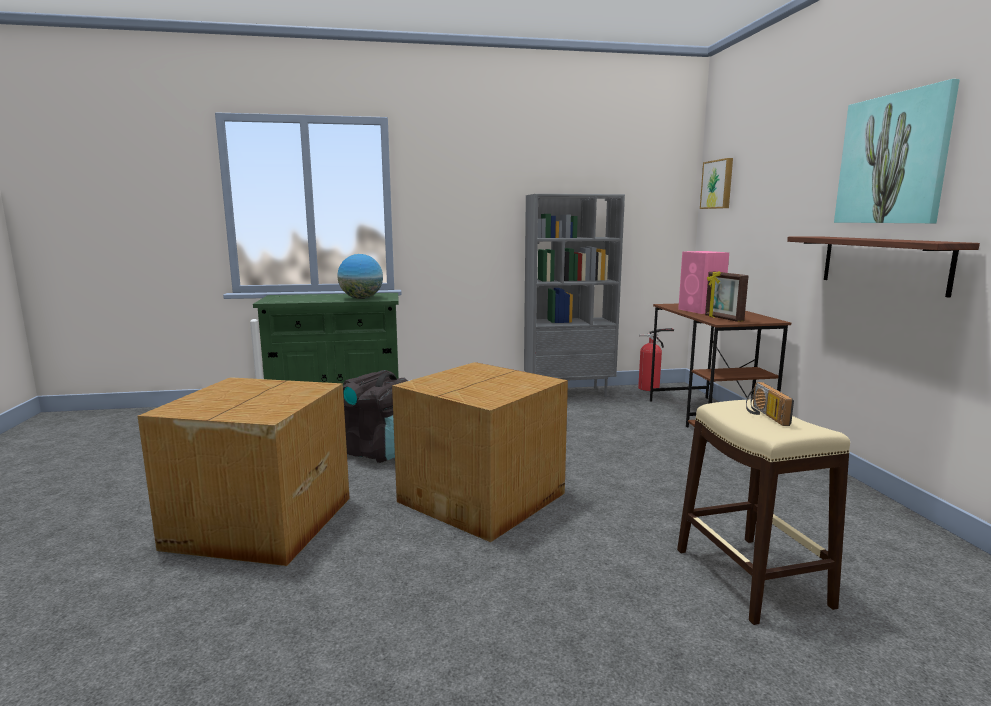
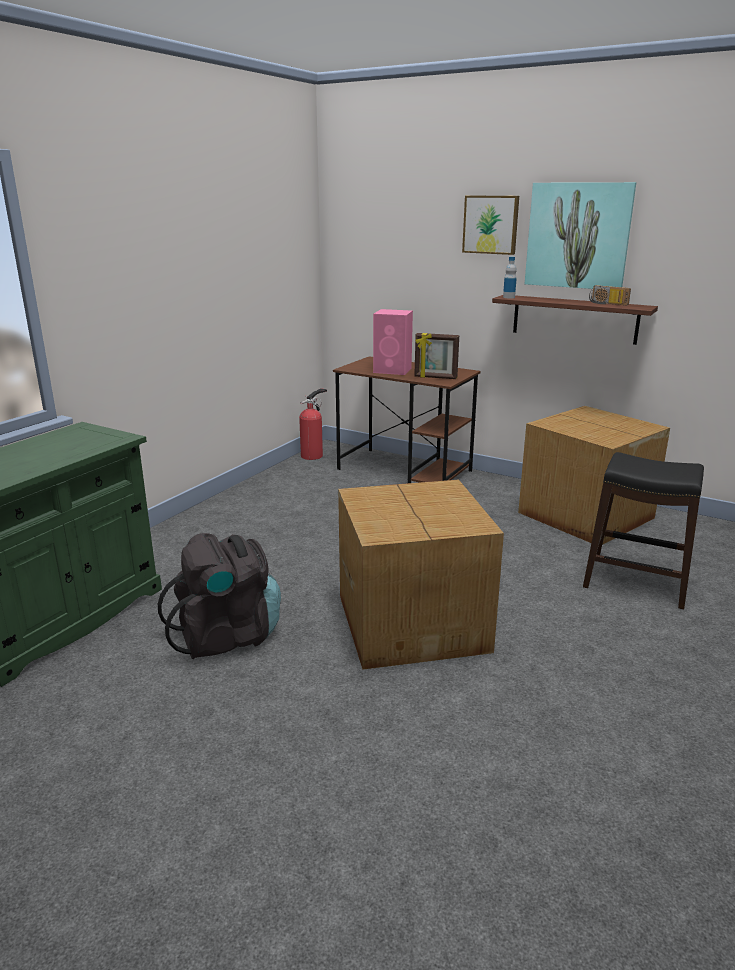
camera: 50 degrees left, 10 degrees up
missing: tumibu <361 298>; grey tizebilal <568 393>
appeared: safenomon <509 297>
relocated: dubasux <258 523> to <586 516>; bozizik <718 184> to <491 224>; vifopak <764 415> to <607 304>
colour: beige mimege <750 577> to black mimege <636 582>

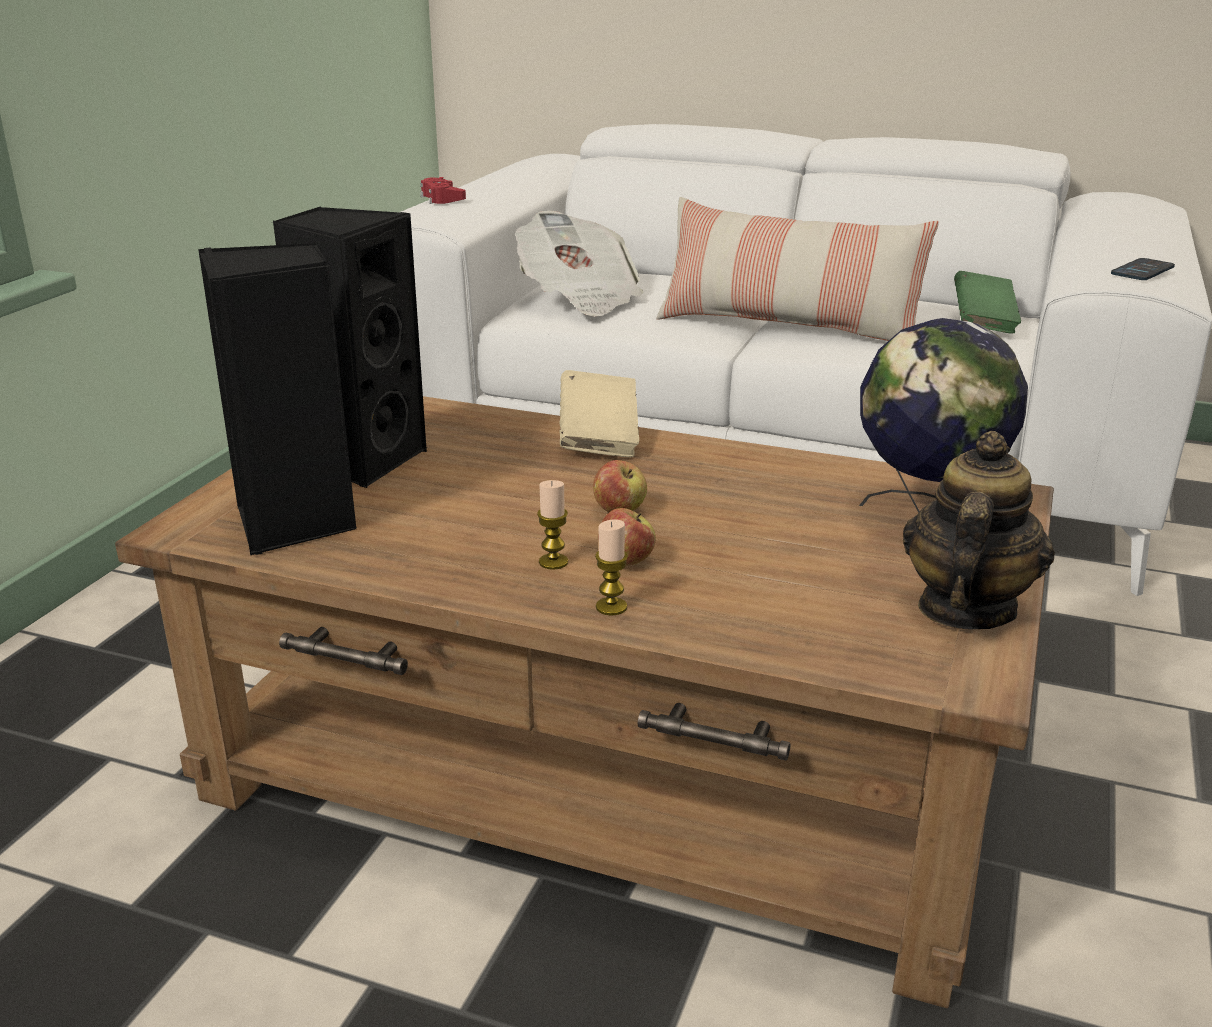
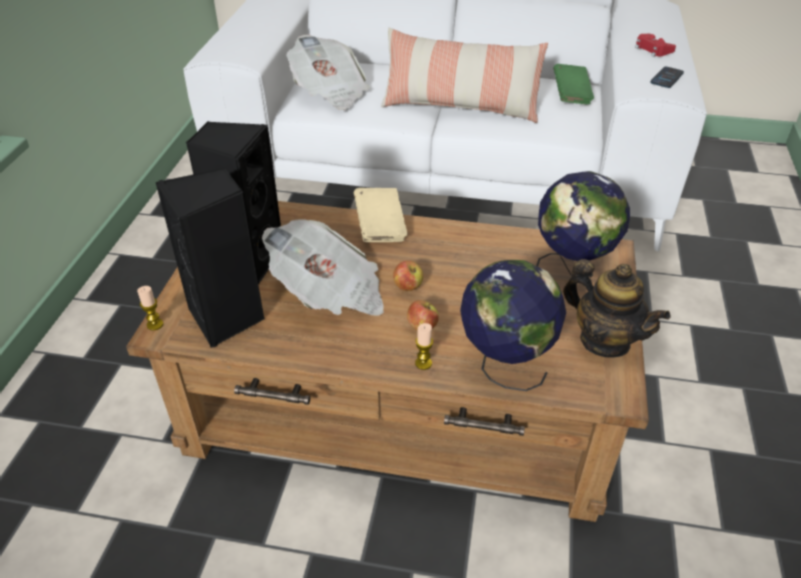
camera: 10 degrees left, 15 degrees up
appeared: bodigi <330 294>; tumibu <504 366>
relocated: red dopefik <442 198> to <652 49>; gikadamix <553 562> to <155 324>
spun: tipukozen <965 608> = <604 341> 120 degrees clockwise

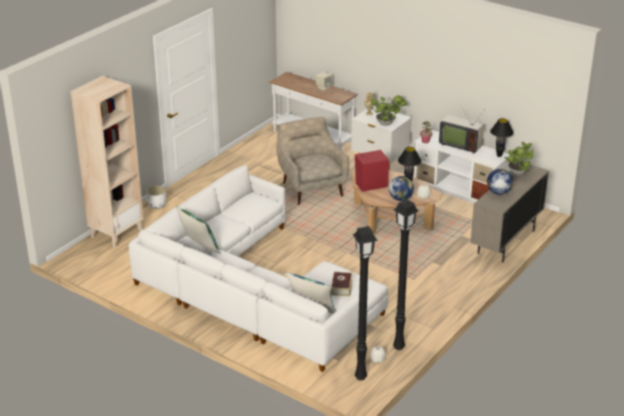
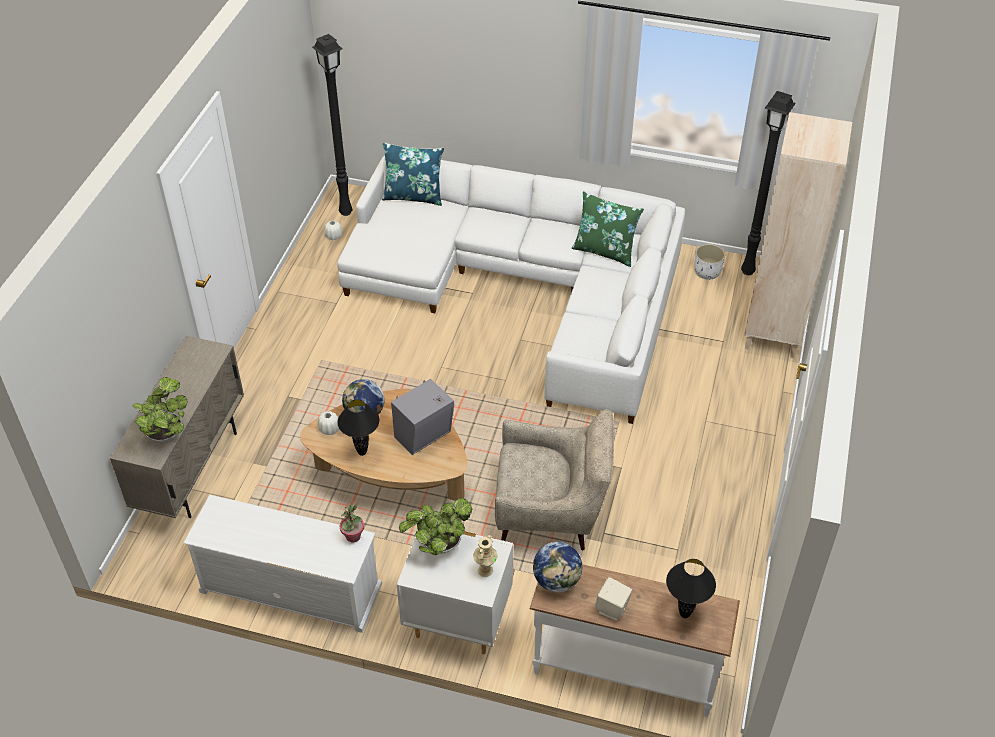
camera: 160 degrees right, 15 degrees up
missing: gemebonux <341 287>; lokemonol <460 145>
relocated: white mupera <156 205> to <707 272>; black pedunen <397 347> to <749 271>; tumibu <498 192> to <557 580>; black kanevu <499 155> to <684 614>
colour: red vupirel <370 184> to grey vupirel <425 435>
spun: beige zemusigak <311 187> = <551 514> 45 degrees counterclockwise

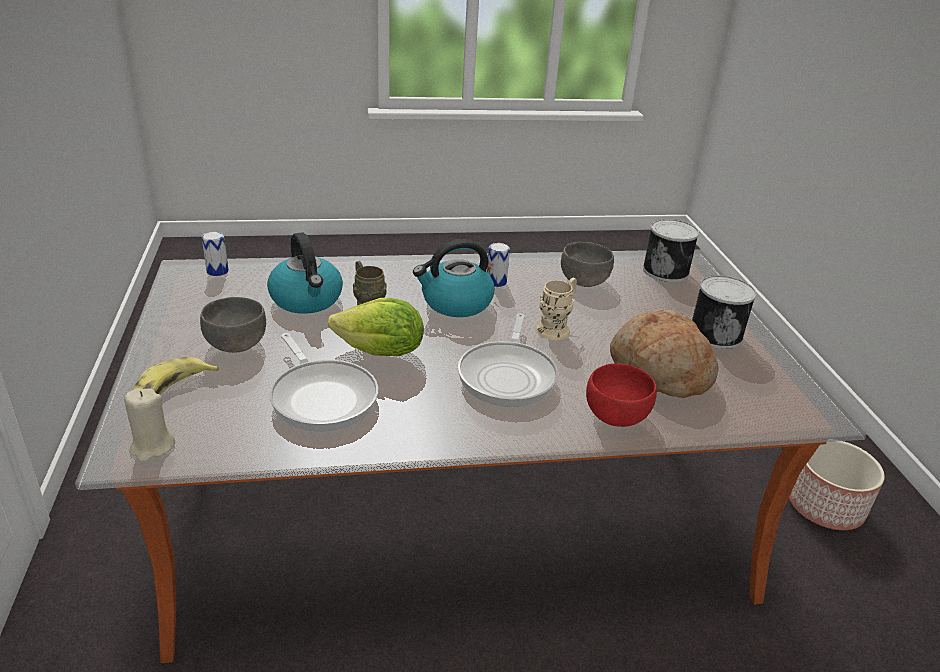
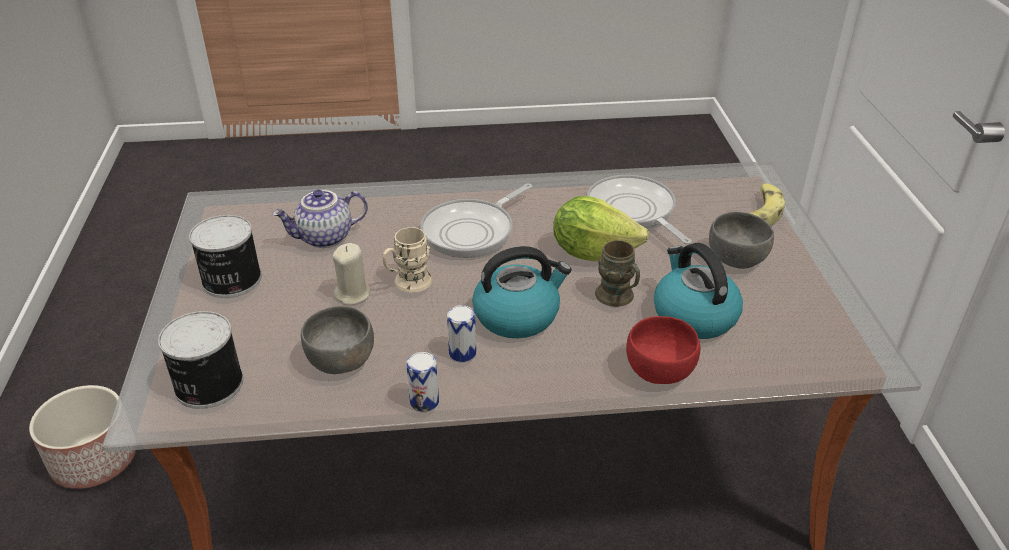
camera: 175 degrees left, 5 degrees up
relocated: beige gikadamix <152 447> to <353 294>; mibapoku <217 271> to <424 401>; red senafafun <615 415> to <660 370>
exchanged: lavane <660 370> to tipukozen <325 238>
spun: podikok <508 375> = <472 231> 150 degrees counterclockwise

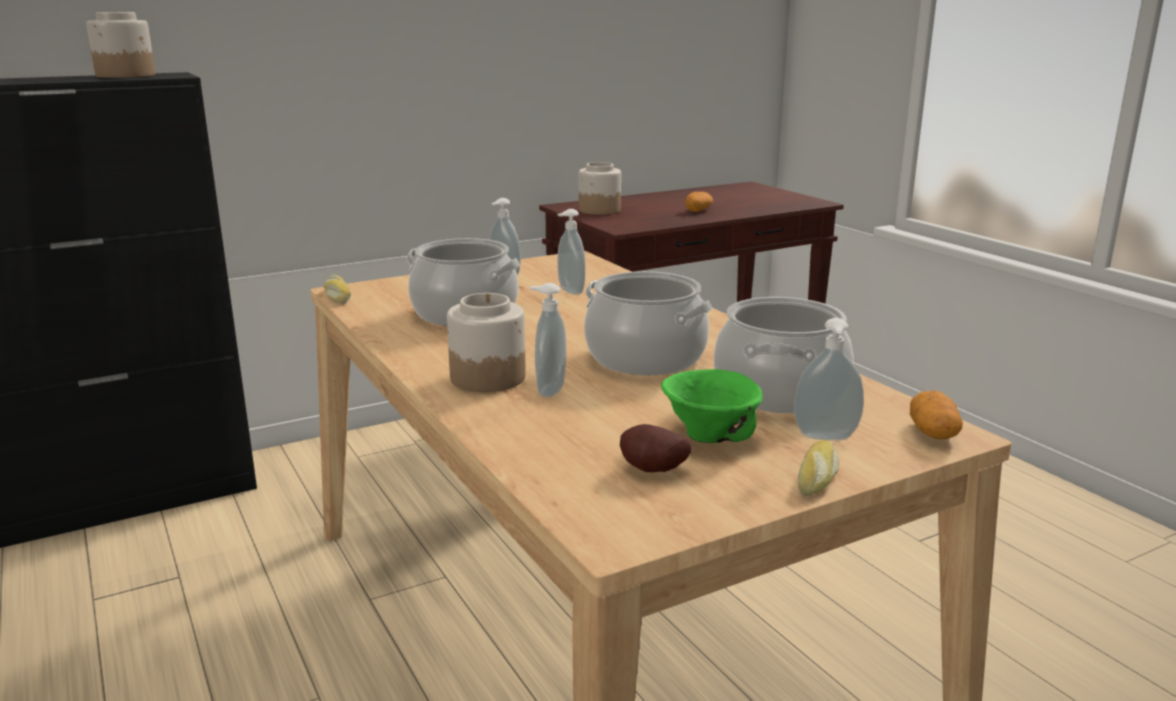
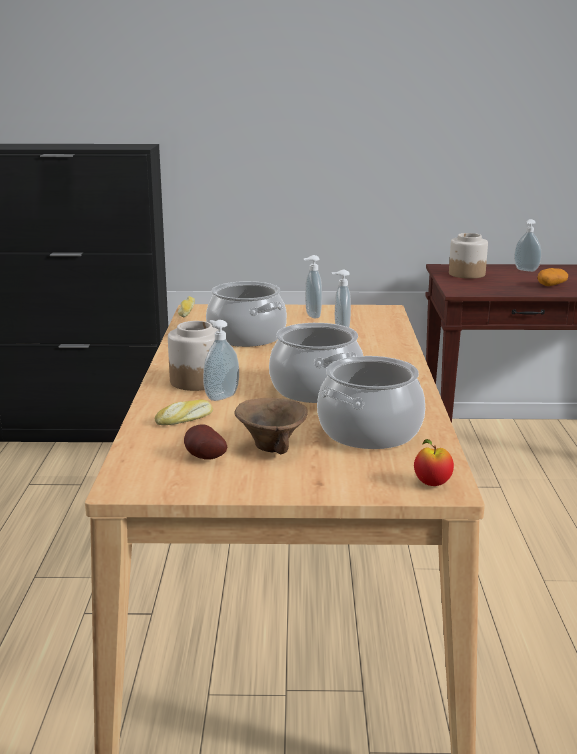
camera: 30 degrees right, 0 degrees up
missing: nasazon <126 75>
relocated: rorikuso <825 438> to <525 270>; lavane <818 477> to <185 419>
exchanged: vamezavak <932 433> to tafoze <432 484>
colour: green senafafun <707 437> to brown senafafun <270 447>

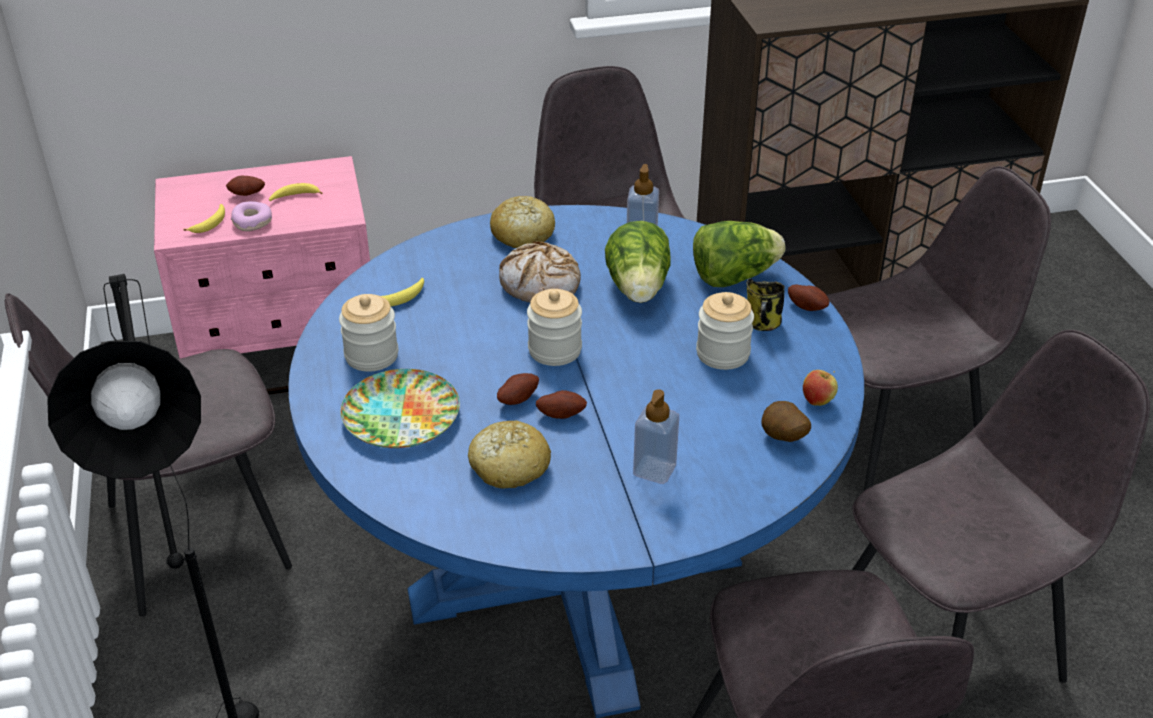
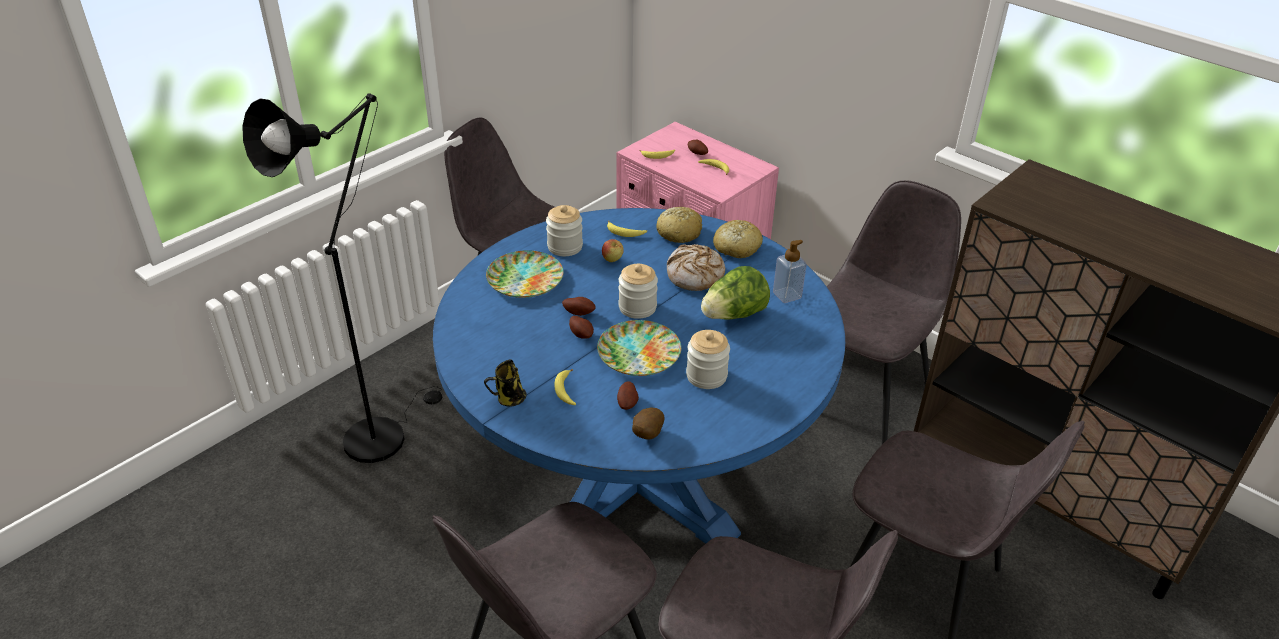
camera: 55 degrees right, 0 degrees up
missing: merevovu <252 222>; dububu <734 277>
appeared: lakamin <638 353>
relocated: lavane <508 466> to <679 232>; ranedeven <763 324> to <509 399>; vamezavak <807 307> to <628 403>; tafoze <818 401> to <612 260>
exchanged: rorikuso <654 470> to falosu <565 391>

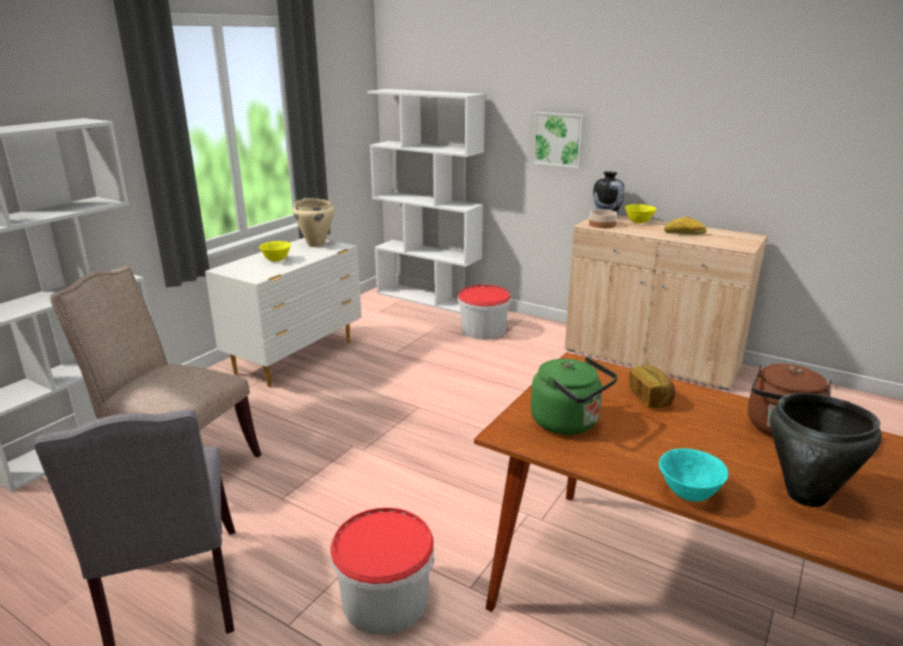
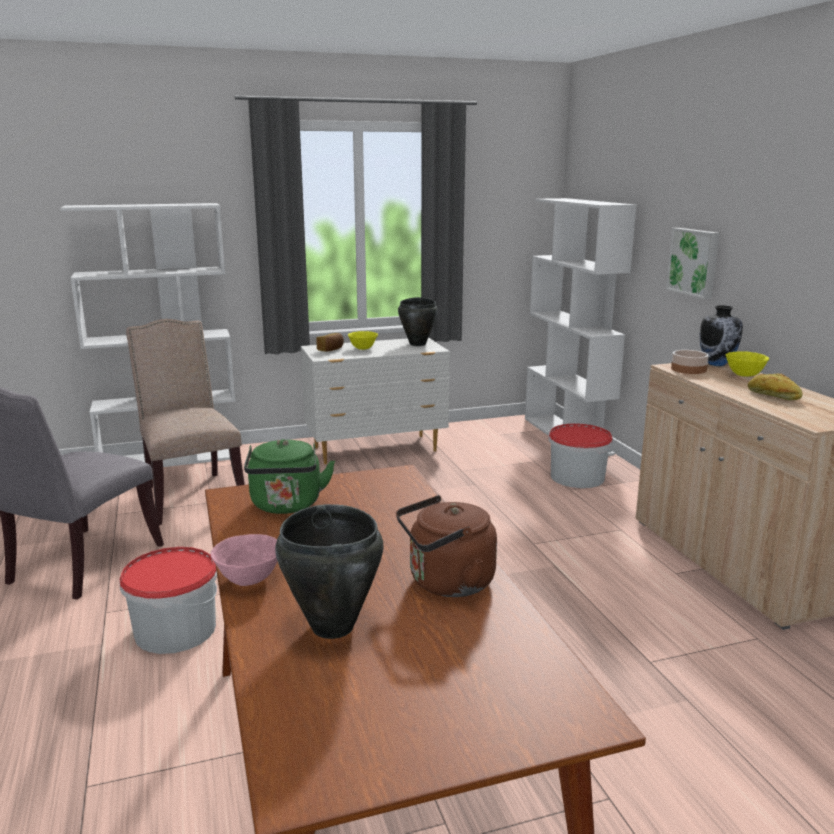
camera: 40 degrees right, 5 degrees down
relocated: lavane <650 398> to <331 350>
colour: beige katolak <316 244> to black katolak <418 344>; turquoise senafafun <688 493> to pink senafafun <248 579>

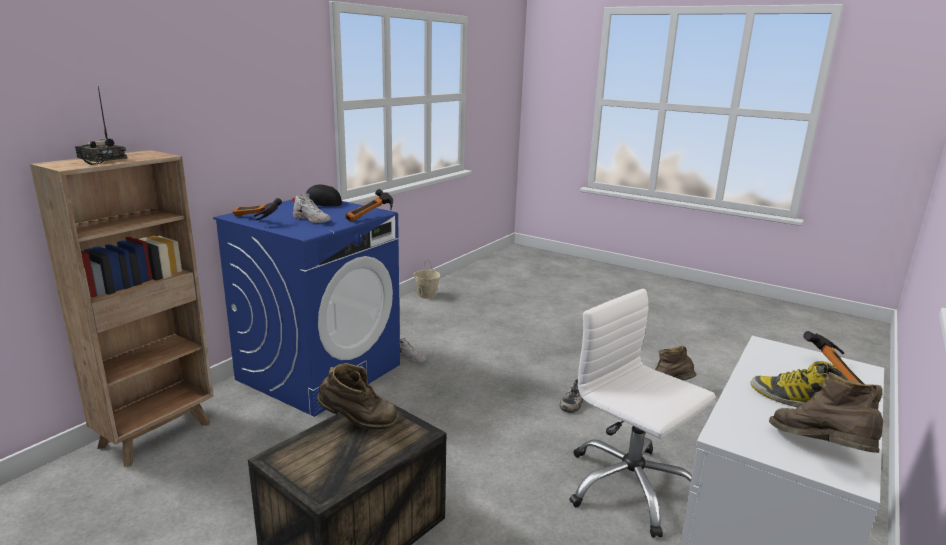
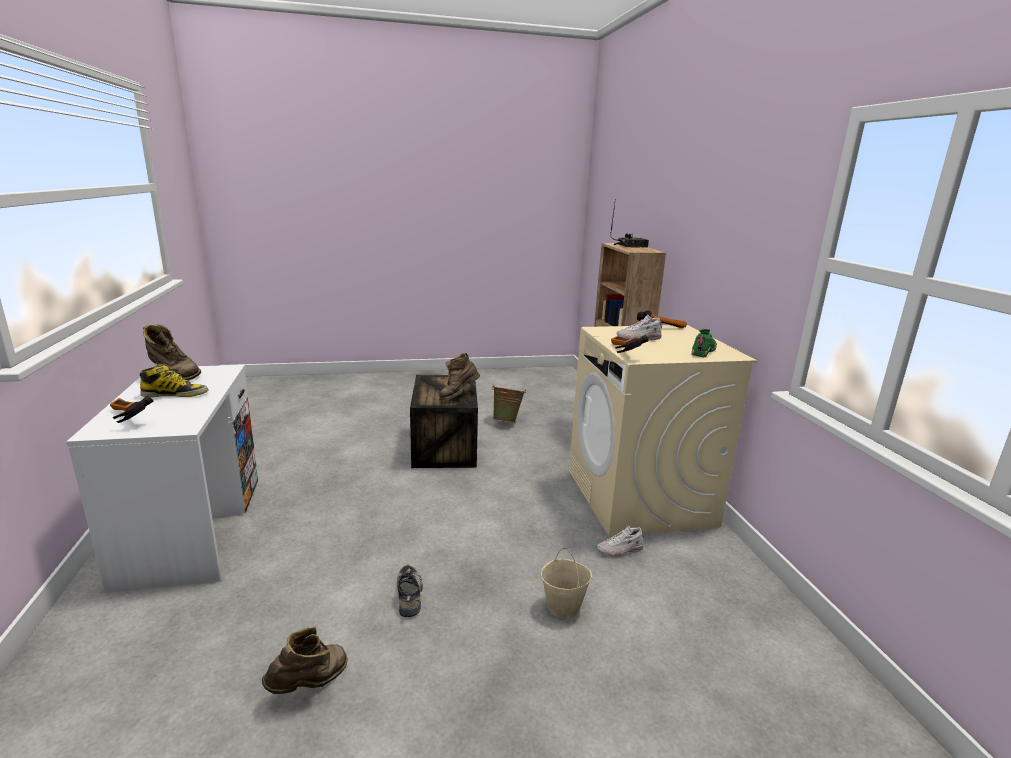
camera: 135 degrees right, 0 degrees up
missing: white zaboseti <629 487>
appeared: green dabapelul <507 421>
relocated: beige dabapelul <426 295> to <564 606>
exchanged: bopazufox <317 204> to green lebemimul <703 351>
colour: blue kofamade <320 371> to beige kofamade <640 498>

